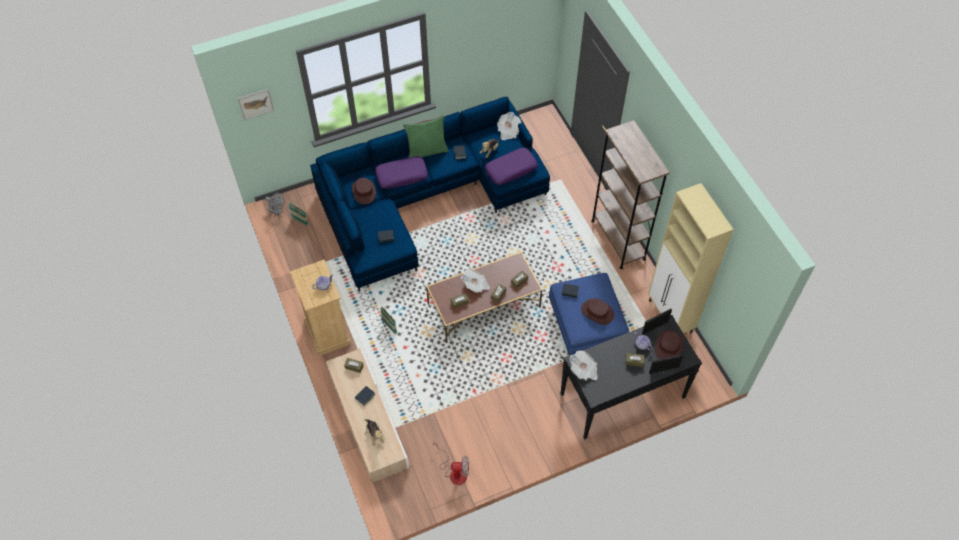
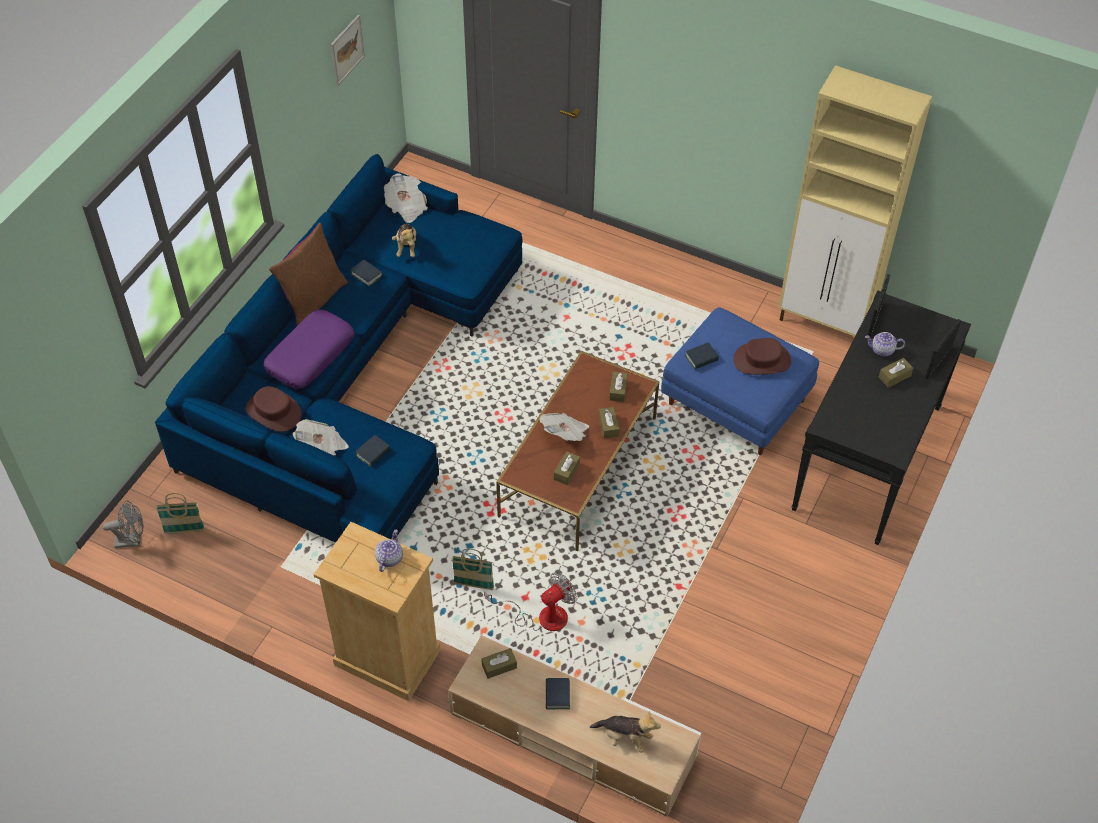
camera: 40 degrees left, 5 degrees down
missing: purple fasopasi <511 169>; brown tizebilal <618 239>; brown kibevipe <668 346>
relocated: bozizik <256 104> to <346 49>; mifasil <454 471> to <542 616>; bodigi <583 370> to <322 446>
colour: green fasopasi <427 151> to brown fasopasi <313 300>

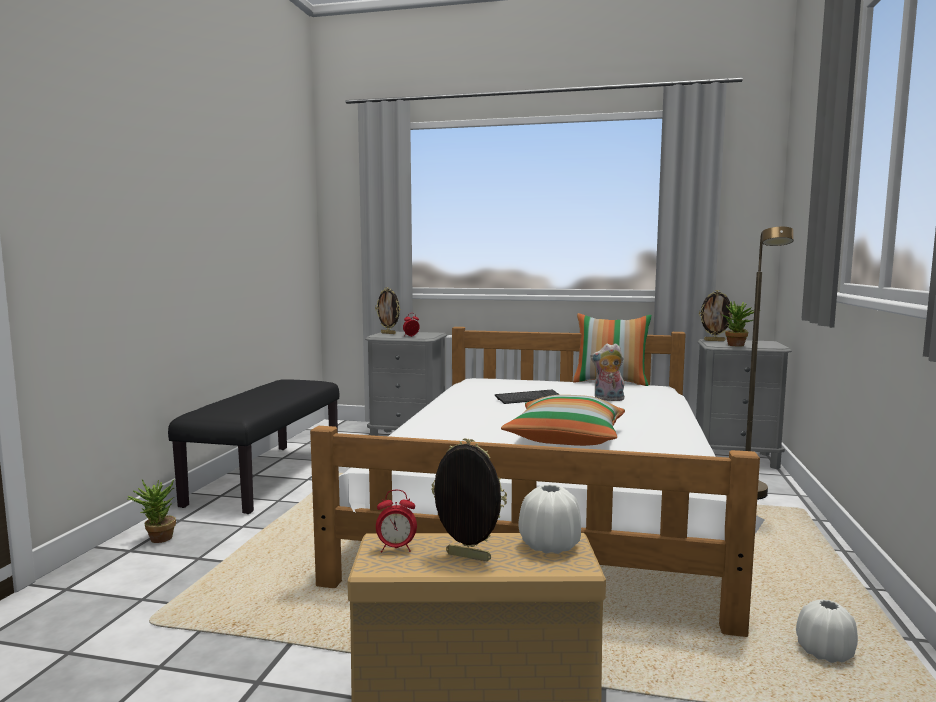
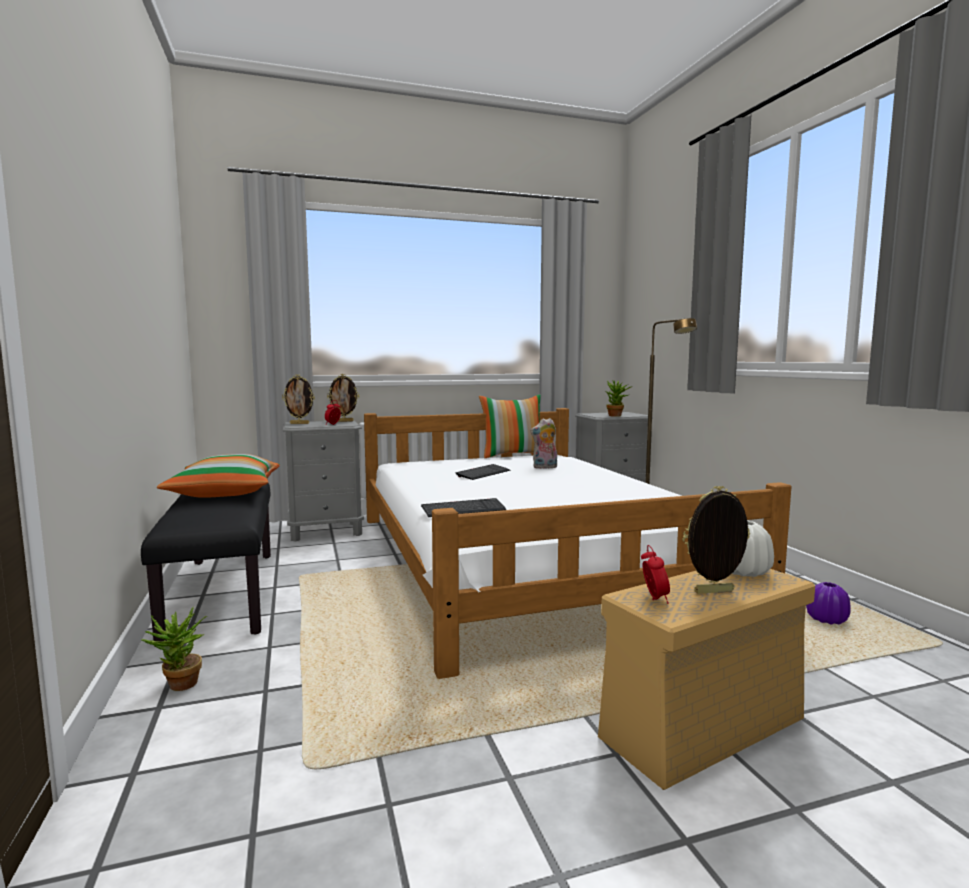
camera: 30 degrees left, 0 degrees up
appeared: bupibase <463 510>
relocated: fasopasi <565 438> to <225 492>; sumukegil <714 340> to <344 421>
colour: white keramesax <824 652> to purple keramesax <826 620>
spun: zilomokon <396 548> = <654 599> 60 degrees counterclockwise

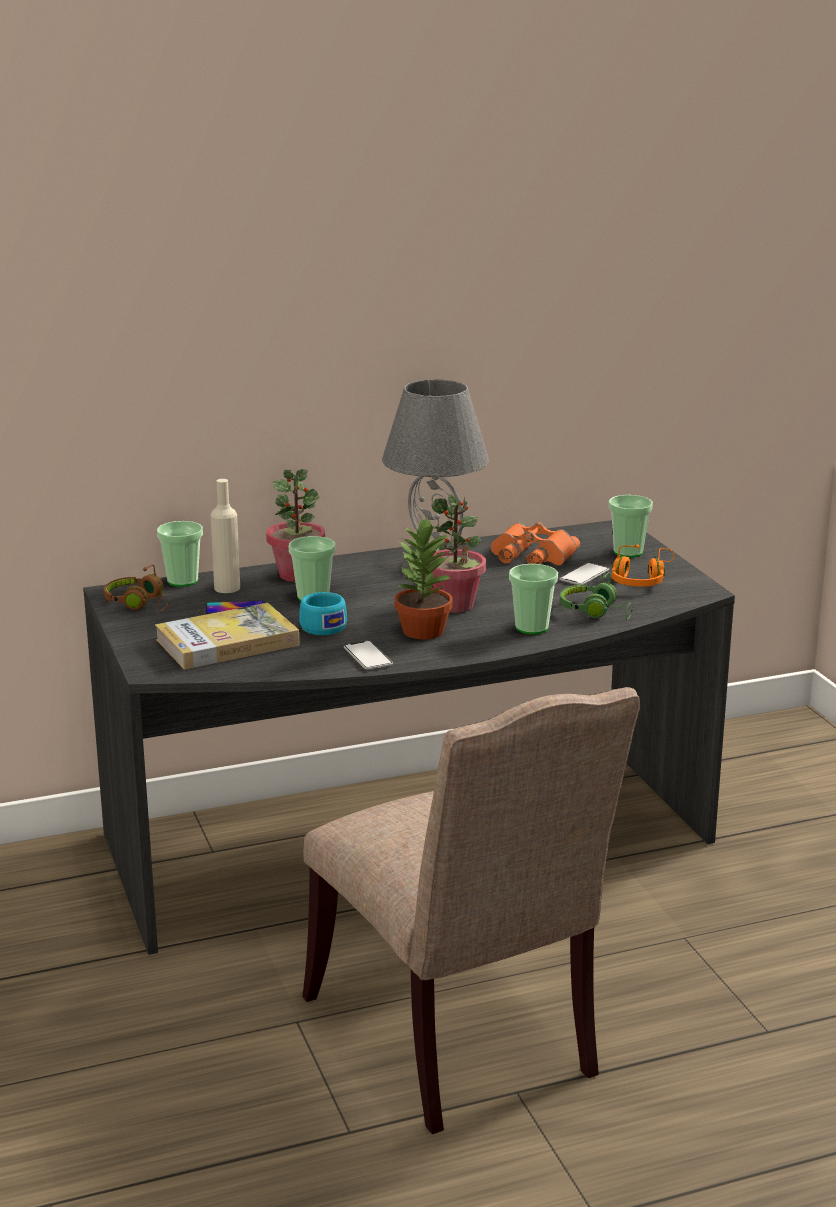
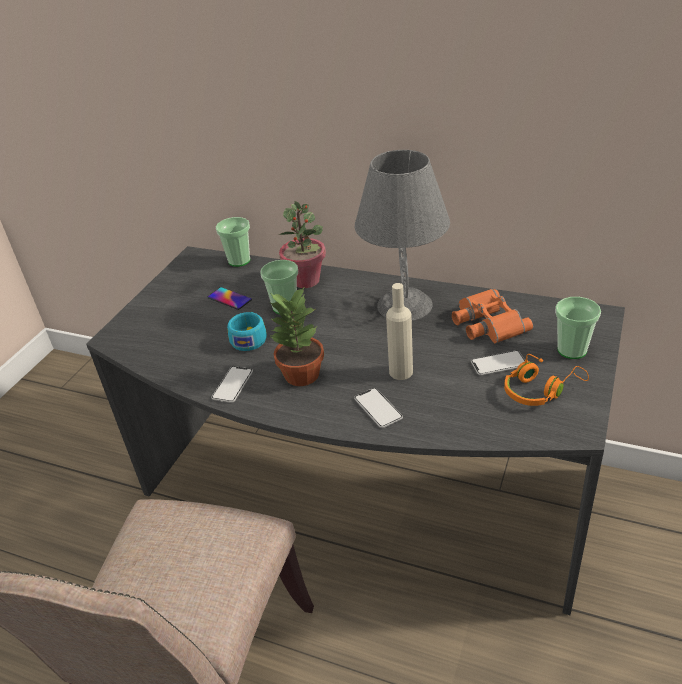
camera: 45 degrees right, 15 degrees up
missing: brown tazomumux <140 603>; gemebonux <227 642>; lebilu <455 605>; green tazomumux <597 612>
relocated: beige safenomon <227 588> to <401 372>
exchanged: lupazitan <532 628> to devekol <378 408>

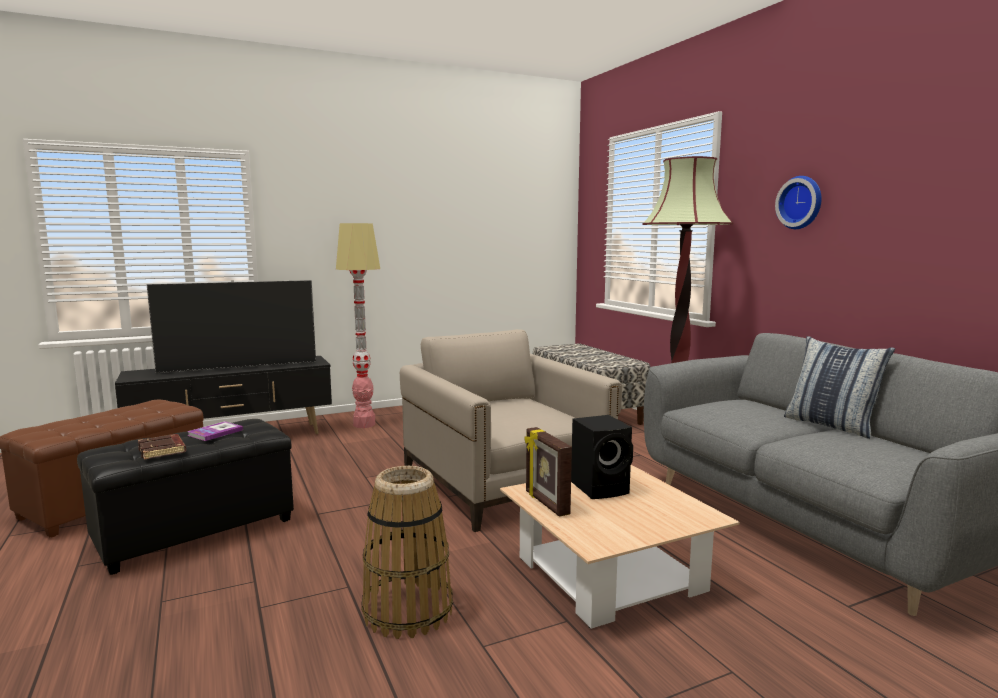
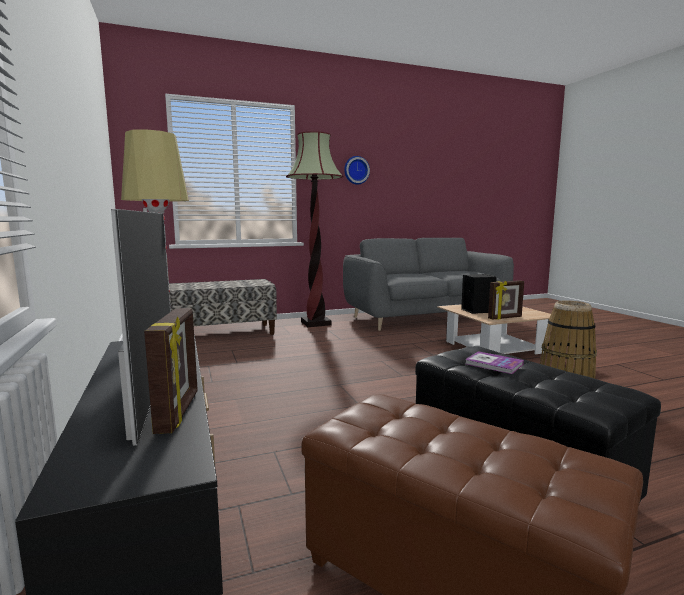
camera: 85 degrees left, 0 degrees up
missing: brown gemebonux <163 450>; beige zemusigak <504 482>; fasopasi <831 425>
appeared: sumukegil <179 412>

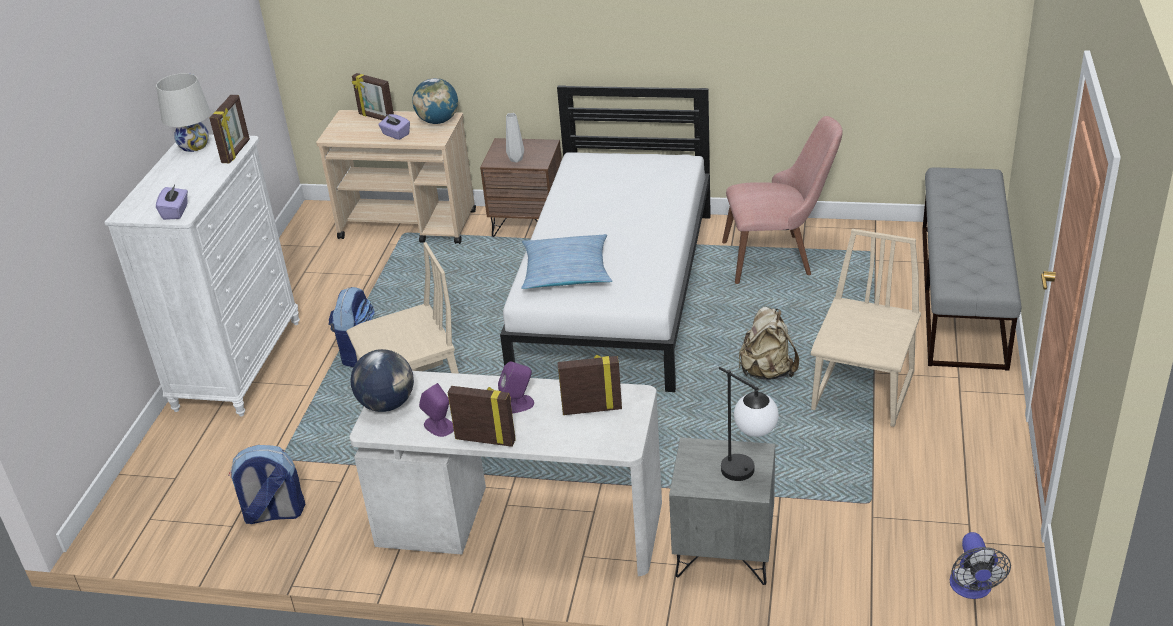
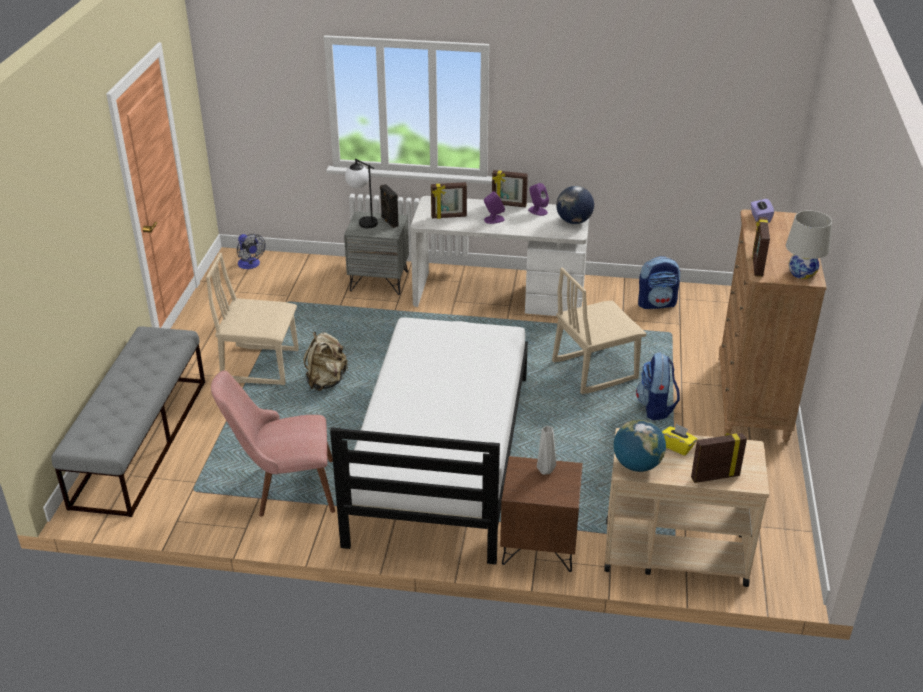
camera: 175 degrees right, 0 degrees up
missing: fasopasi <566 271>
appeared: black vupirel <389 222>
colour: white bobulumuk <238 365> to brown bobulumuk <752 400>; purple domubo <395 134> to yellow domubo <677 447>
spun: sumukegil <376 117> = <714 476> 45 degrees counterclockwise; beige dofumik <864 392> = <260 365> 75 degrees clockwise; mifasil <972 589> = <250 265> 150 degrees clockwise

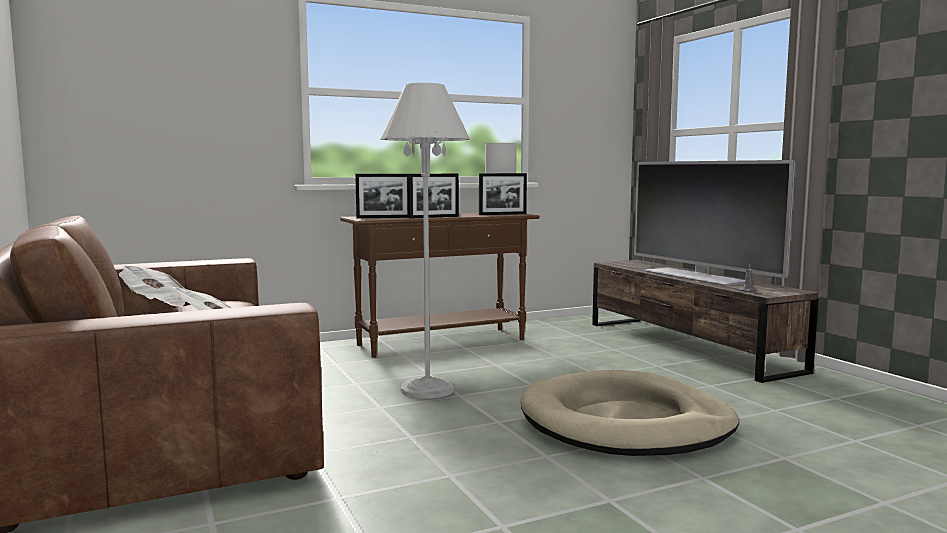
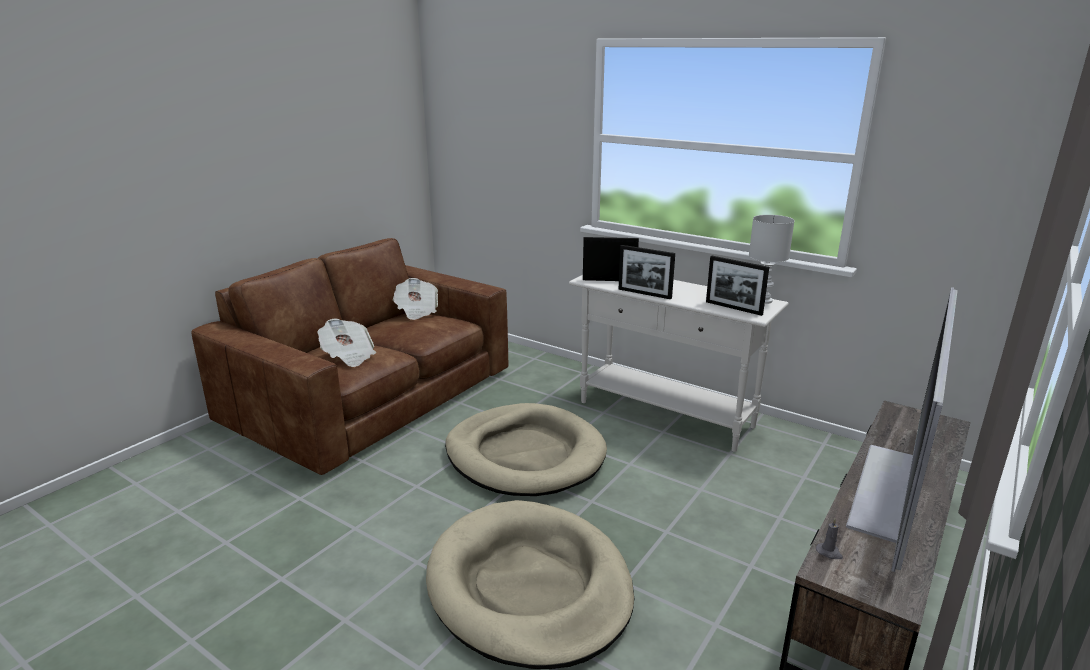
camera: 60 degrees right, 15 degrees up
exchanged: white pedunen <427 390> to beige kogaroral <525 455>
colour: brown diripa <442 342> to white diripa <665 415>
spun: sumukegil <383 217> = <609 280> 135 degrees clockwise

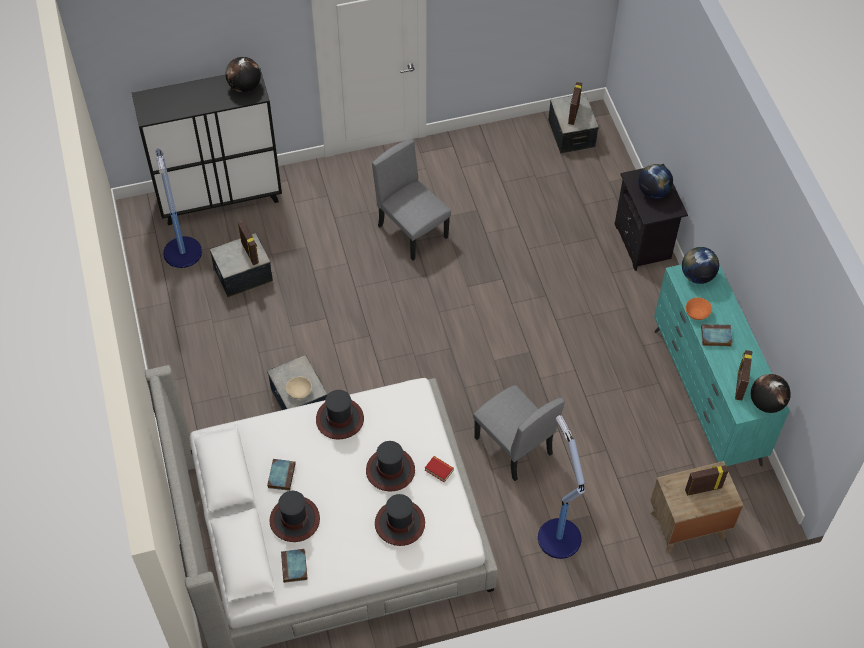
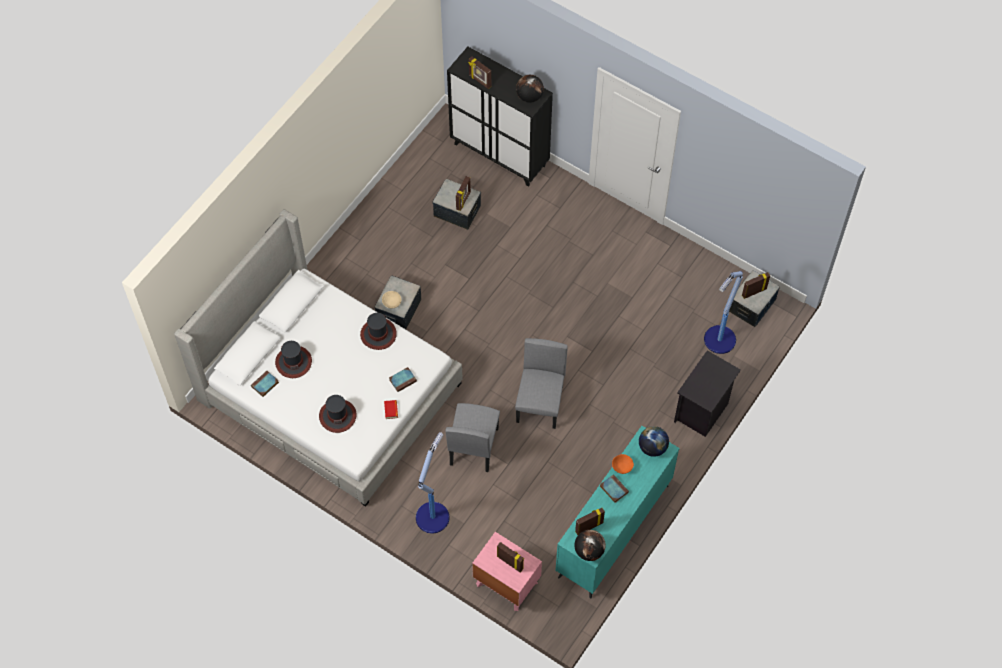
camera: 50 degrees right, 5 degrees up
missing: kibevipe <390 470>; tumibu <653 192>
appeared: sumukegil <479 81>
relocated: pedunen <183 253> to <719 340>; gemebonux <281 475> to <403 380>; grey dofumik <413 231> to <540 404>
colour: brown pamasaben <687 525> to pink pamasaben <506 583>

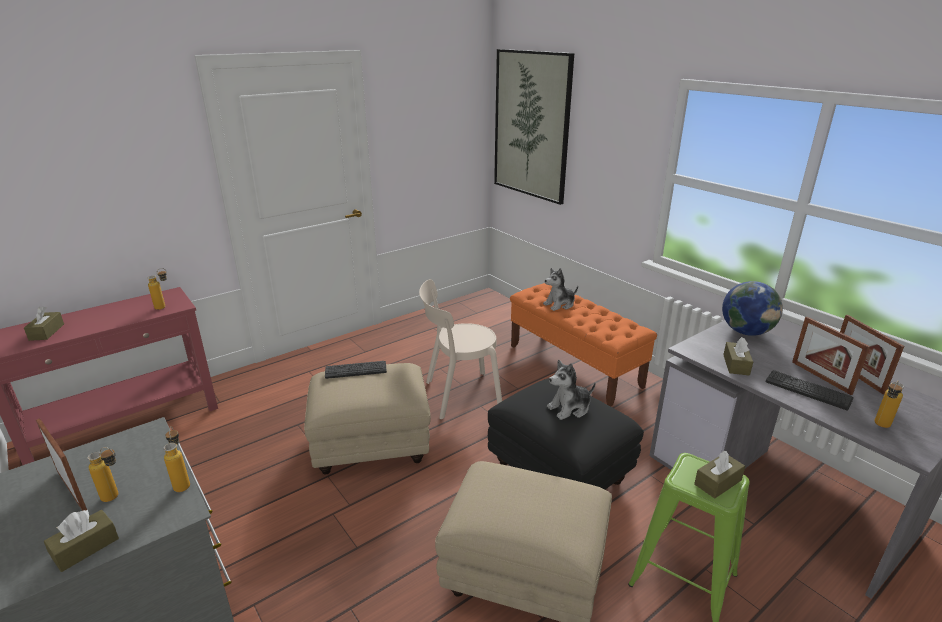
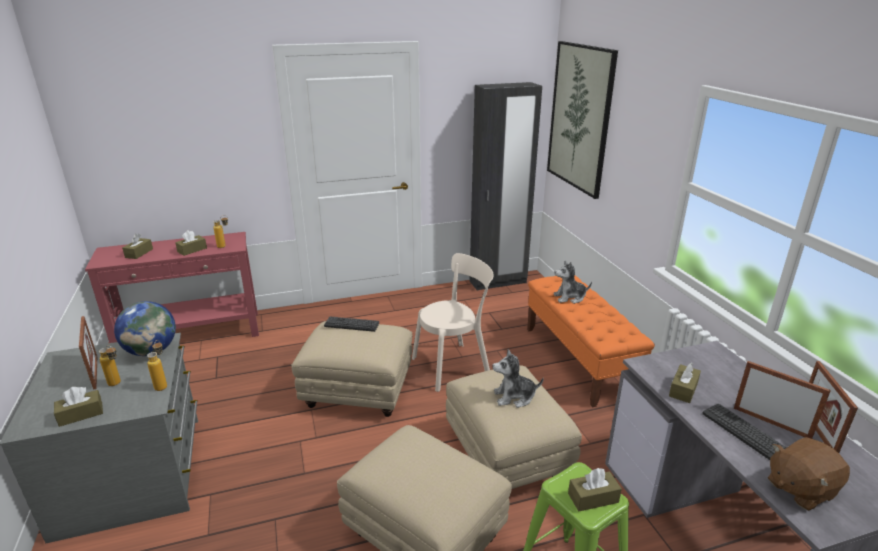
camera: 20 degrees right, 0 degrees up
appeared: brown domubo <192 250>; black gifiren <498 282>
relocated: tumibu <746 332> to <151 351>
exchanged: safenomon <880 426> to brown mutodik <800 488>
colour: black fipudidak <560 473> to beige fipudidak <507 458>
spun: beige dofumik <459 395> = <454 365> 150 degrees clockwise; sumukegil <821 377> = <771 422> 135 degrees clockwise

